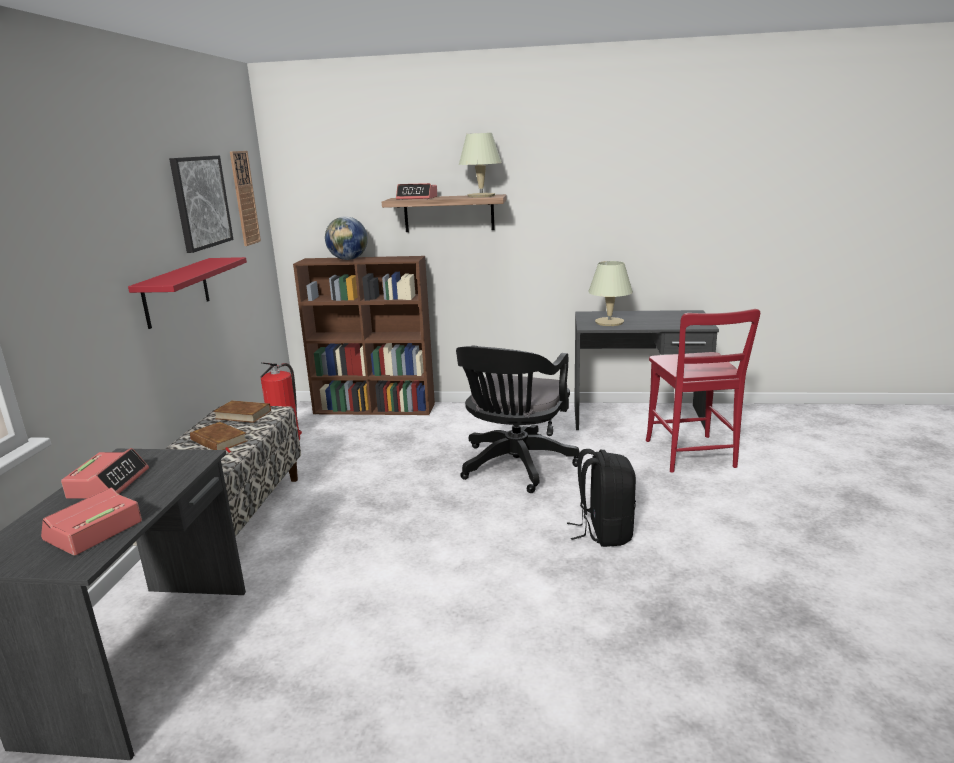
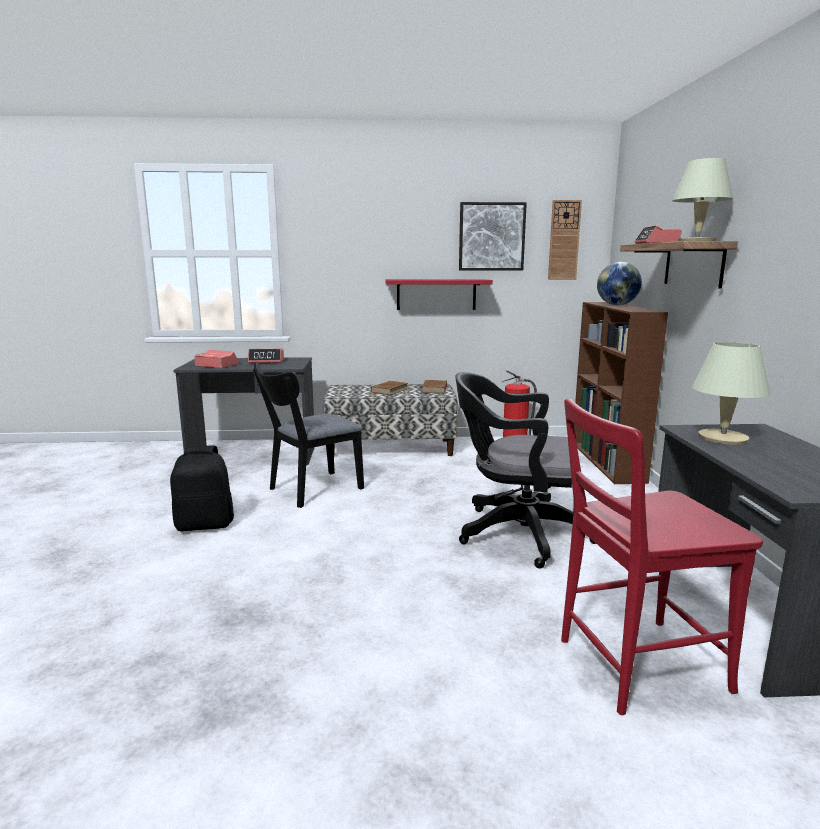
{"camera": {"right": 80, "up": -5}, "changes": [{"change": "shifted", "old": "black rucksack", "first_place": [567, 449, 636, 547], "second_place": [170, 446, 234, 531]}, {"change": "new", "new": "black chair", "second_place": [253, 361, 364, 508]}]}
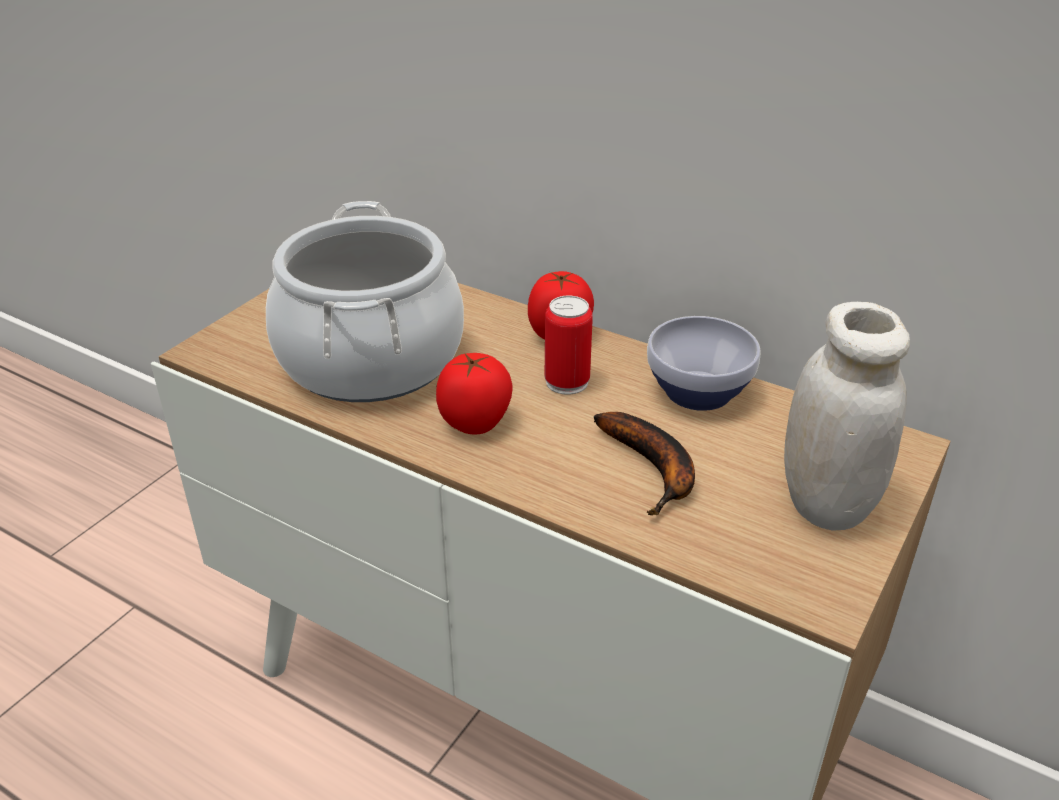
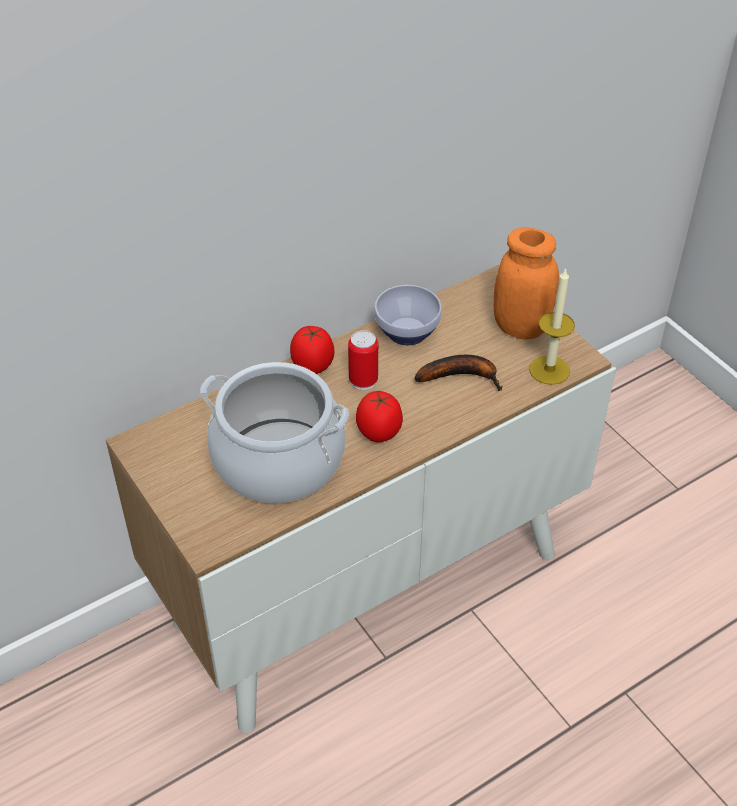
{"camera": {"right": -65, "up": 10}, "changes": [{"change": "repainted", "old": "white-coloured storage jar", "new": "orange-coloured storage jar", "first_place": [784, 302, 910, 531], "second_place": [493, 227, 559, 339]}, {"change": "new", "new": "wax light", "second_place": [529, 268, 575, 385]}]}
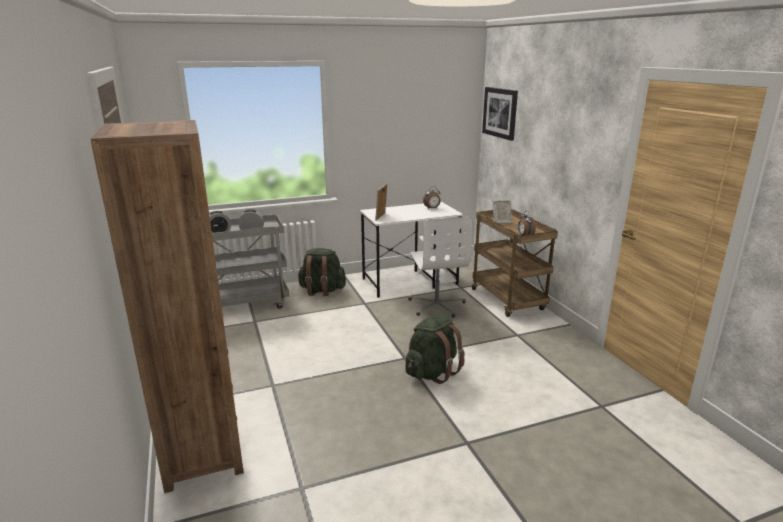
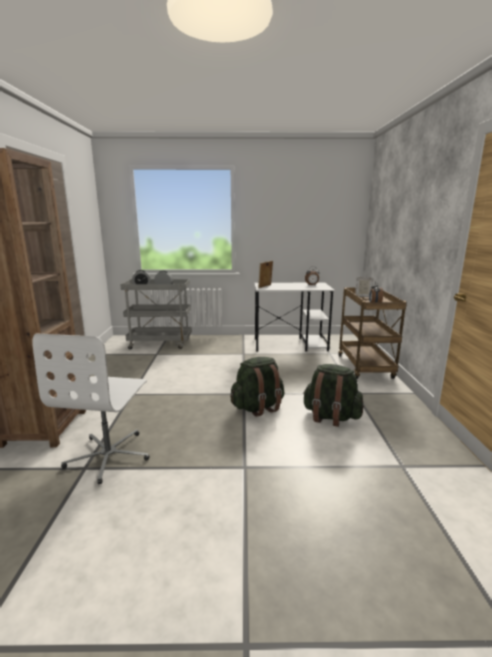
{"camera": {"right": 20, "up": -5}, "changes": [{"change": "shifted", "old": "white-coloured desk chair", "first_place": [408, 217, 472, 318], "second_place": [32, 333, 149, 484]}, {"change": "shifted", "old": "green rucksack", "first_place": [297, 248, 346, 296], "second_place": [303, 364, 364, 427]}, {"change": "gone", "old": "picture", "first_place": [482, 87, 518, 141]}]}
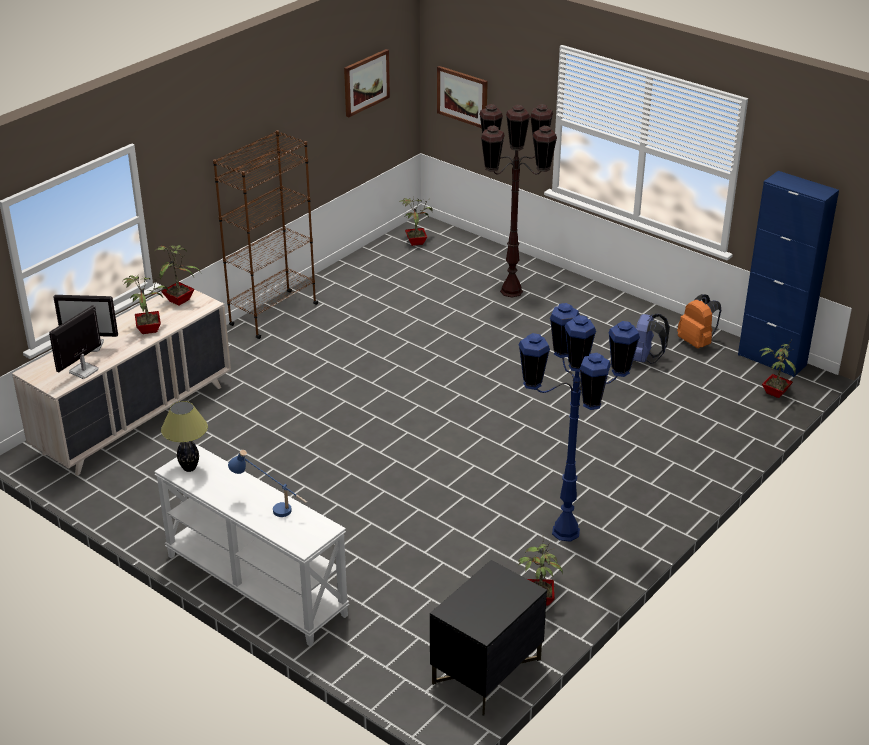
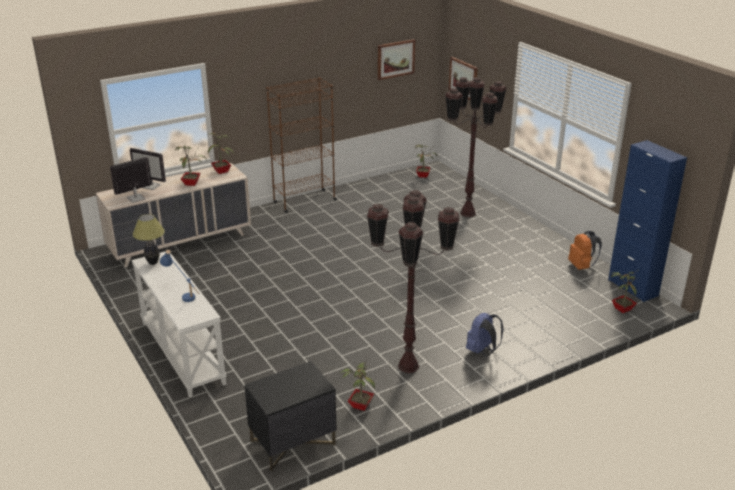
{"camera": {"right": 20, "up": -5}, "changes": [{"change": "repainted", "old": "bluish standing lamp", "new": "brownish standing lamp", "first_place": [519, 303, 640, 542], "second_place": [367, 190, 459, 373]}, {"change": "shifted", "old": "bluish rucksack", "first_place": [633, 314, 670, 364], "second_place": [466, 313, 504, 356]}]}
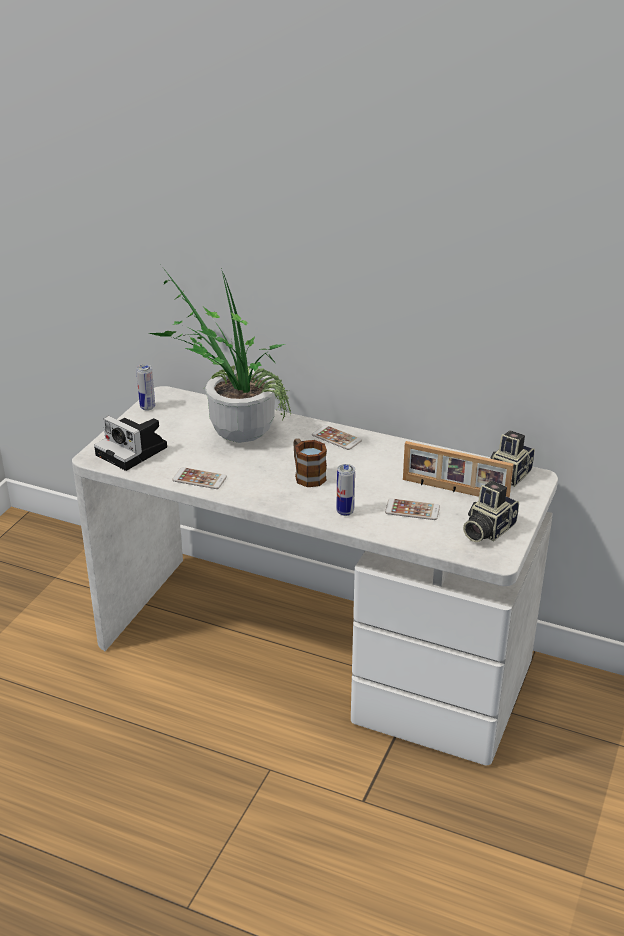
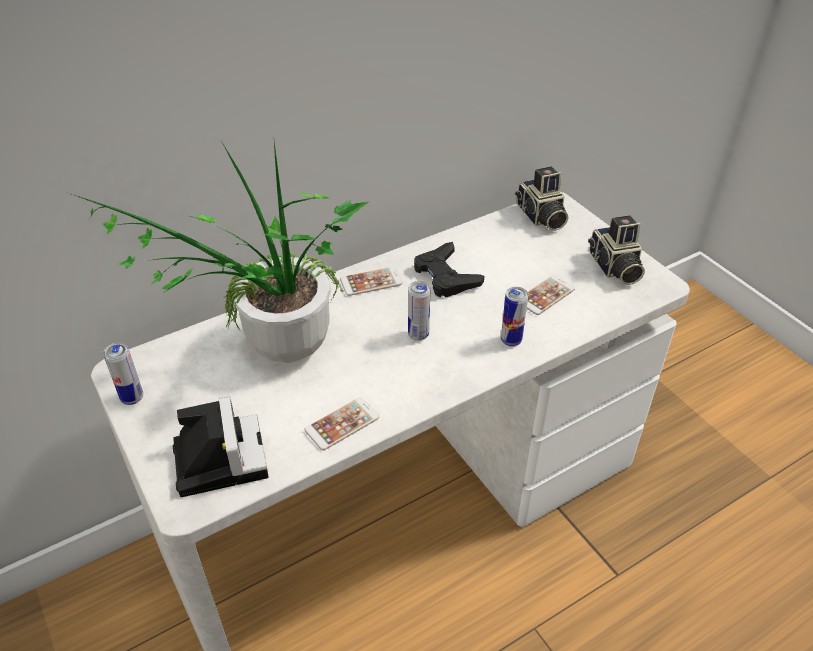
{"camera": {"right": -55, "up": 10}, "changes": [{"change": "rotated", "old": "photo camera", "first_place": [94, 416, 167, 471], "second_place": [173, 397, 269, 497], "degrees": -90}, {"change": "swapped", "old": "coffee mug", "new": "metal can", "first_place": [293, 438, 327, 487], "second_place": [408, 281, 430, 341]}, {"change": "new", "new": "black gamepad", "second_place": [414, 242, 484, 297]}, {"change": "gone", "old": "picture frame", "first_place": [403, 441, 514, 498]}]}
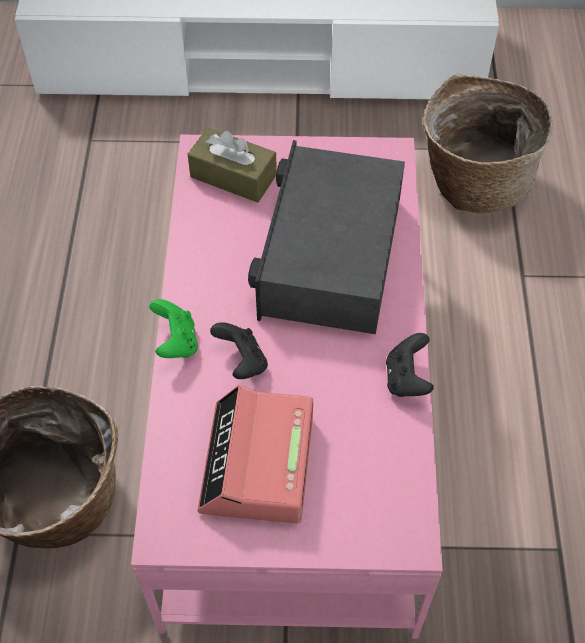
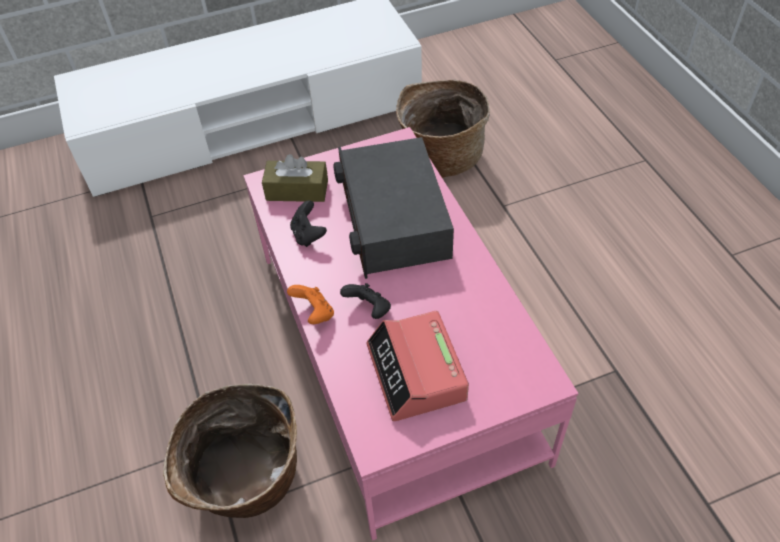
{"camera": {"right": -20, "up": -5}, "changes": [{"change": "repainted", "old": "green gamepad", "new": "orange-coloured gamepad", "first_place": [149, 299, 198, 358], "second_place": [287, 285, 334, 324]}, {"change": "shifted", "old": "black gamepad", "first_place": [386, 333, 434, 397], "second_place": [290, 200, 327, 247]}]}
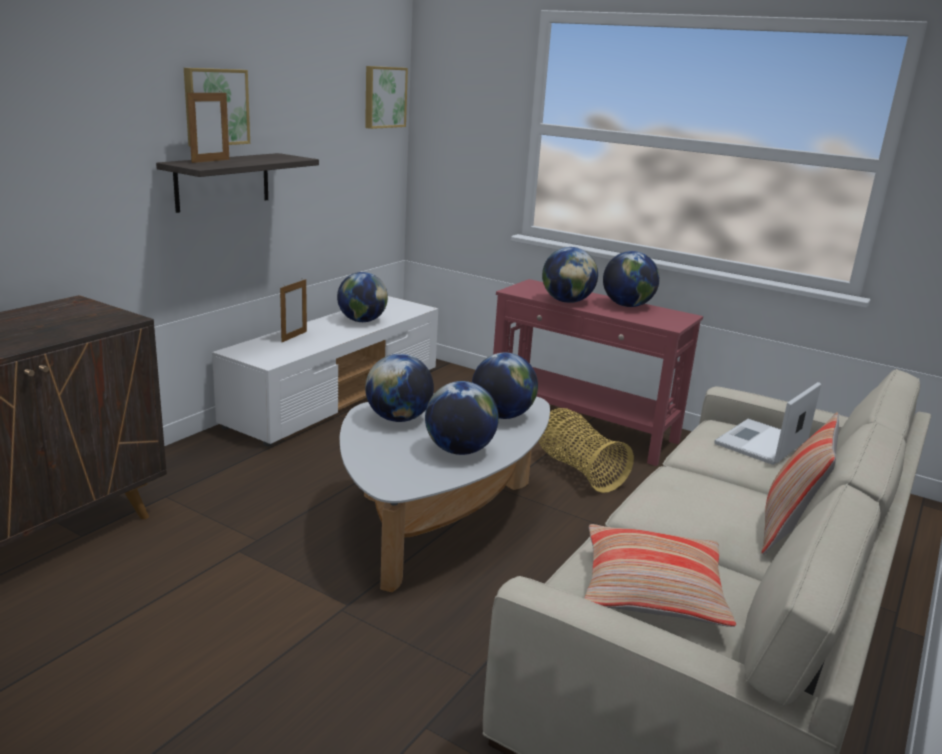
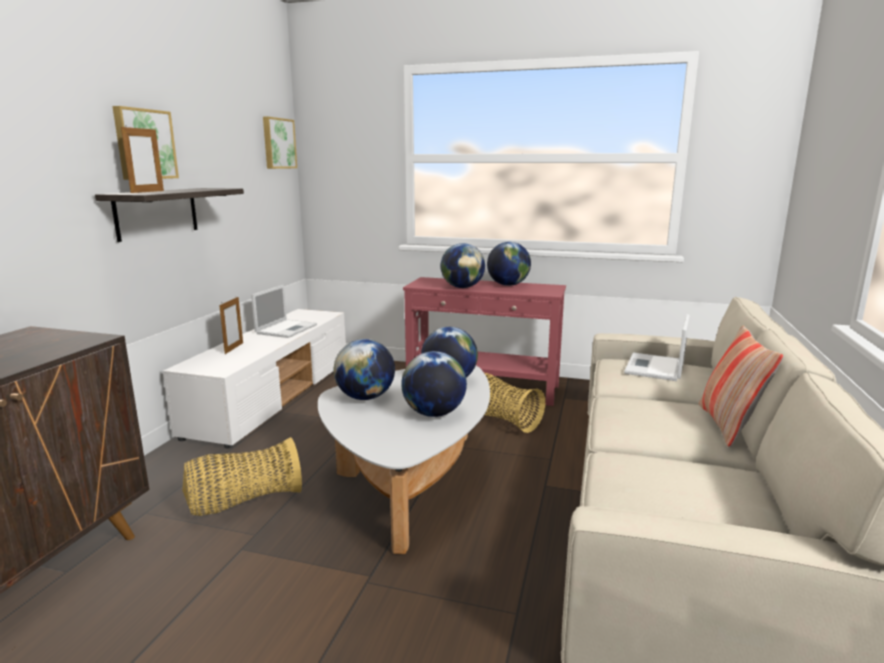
{"camera": {"right": -15, "up": -5}, "changes": [{"change": "new", "new": "storage basket", "second_place": [182, 437, 302, 516]}, {"change": "swapped", "old": "desk globe", "new": "notebook computer", "first_place": [337, 272, 388, 322], "second_place": [251, 285, 317, 338]}, {"change": "gone", "old": "throw pillow", "first_place": [584, 524, 736, 627]}]}
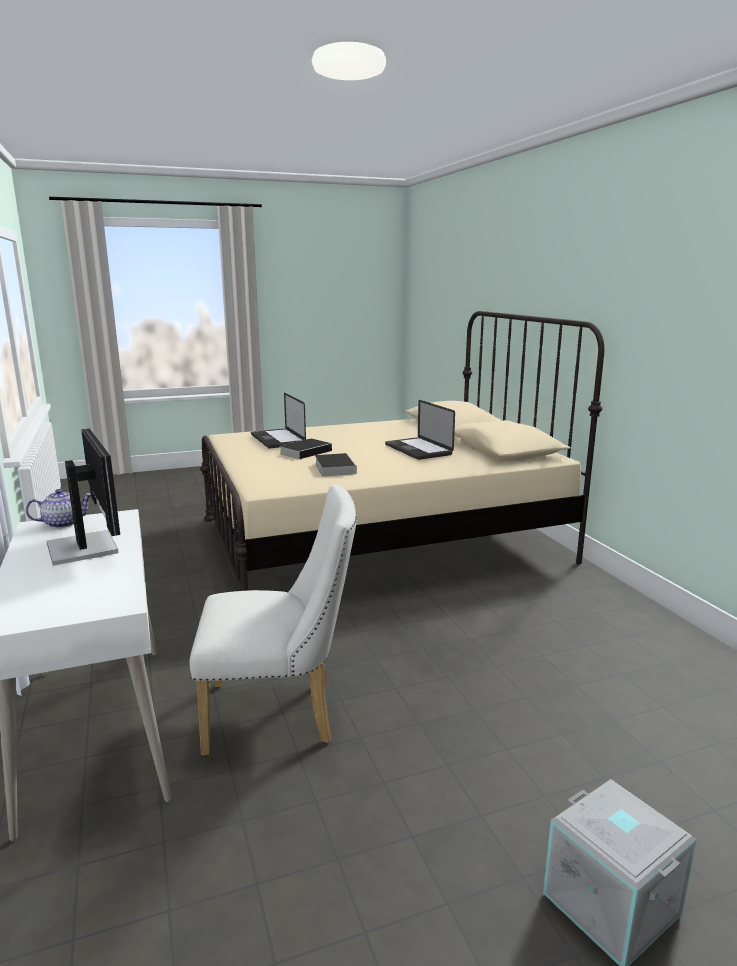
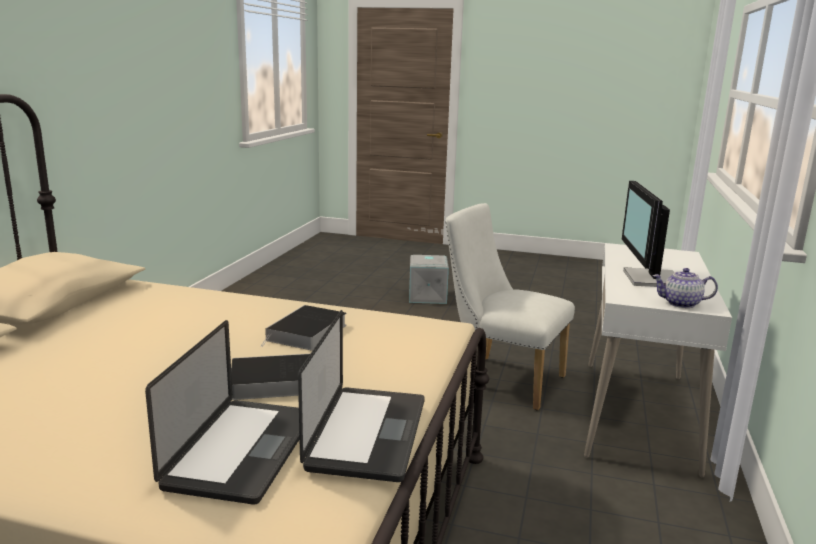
{"camera": {"right": -145, "up": 0}, "changes": [{"change": "shifted", "old": "notebook computer", "first_place": [385, 400, 455, 460], "second_place": [298, 310, 425, 482]}]}
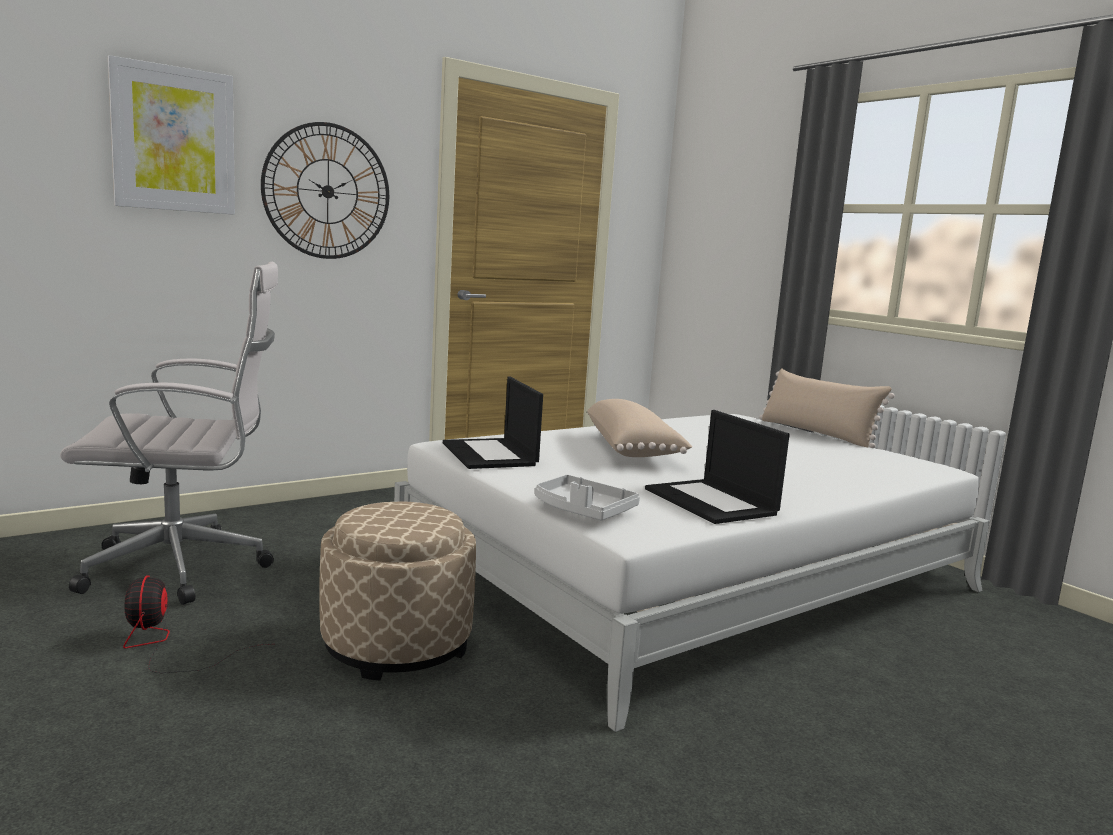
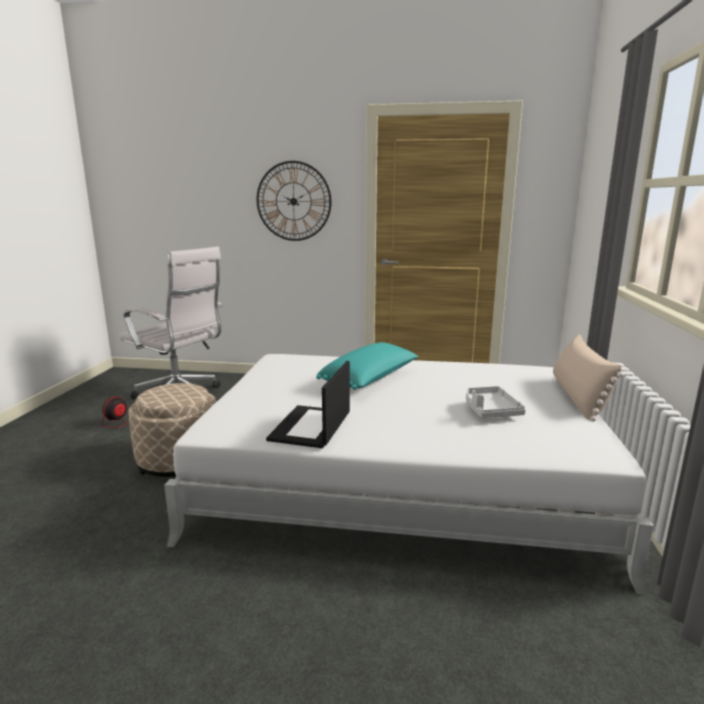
{"camera": {"right": 45, "up": 5}, "changes": [{"change": "repainted", "old": "beige throw pillow", "new": "blue-green throw pillow", "first_place": [587, 399, 692, 457], "second_place": [316, 342, 418, 390]}, {"change": "shifted", "old": "grey serving tray", "first_place": [535, 475, 640, 520], "second_place": [466, 386, 526, 418]}, {"change": "gone", "old": "picture", "first_place": [108, 55, 235, 215]}, {"change": "gone", "old": "notebook computer", "first_place": [443, 377, 543, 469]}]}
